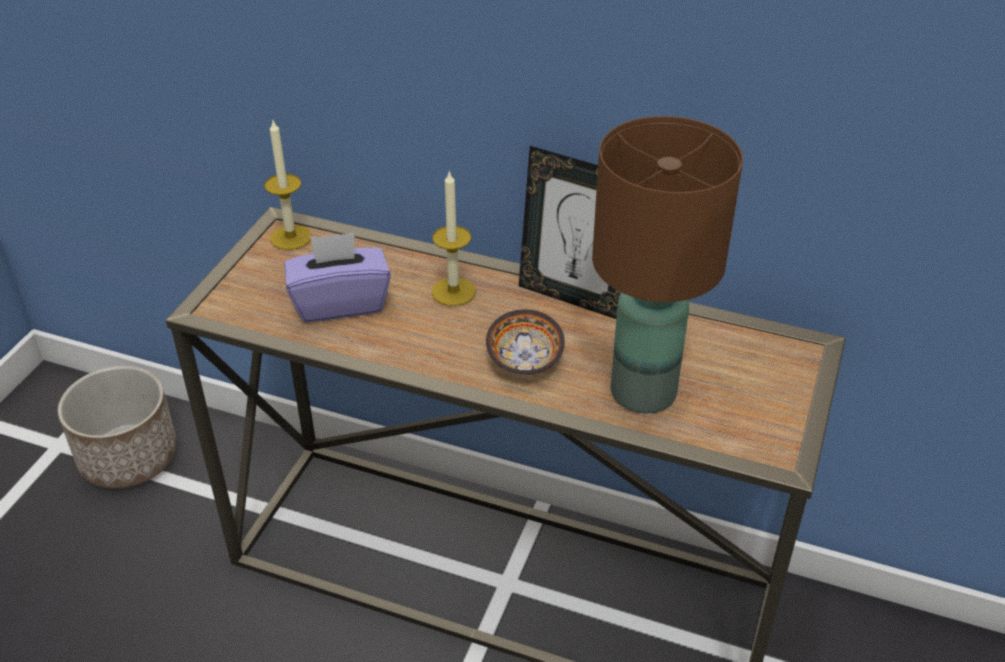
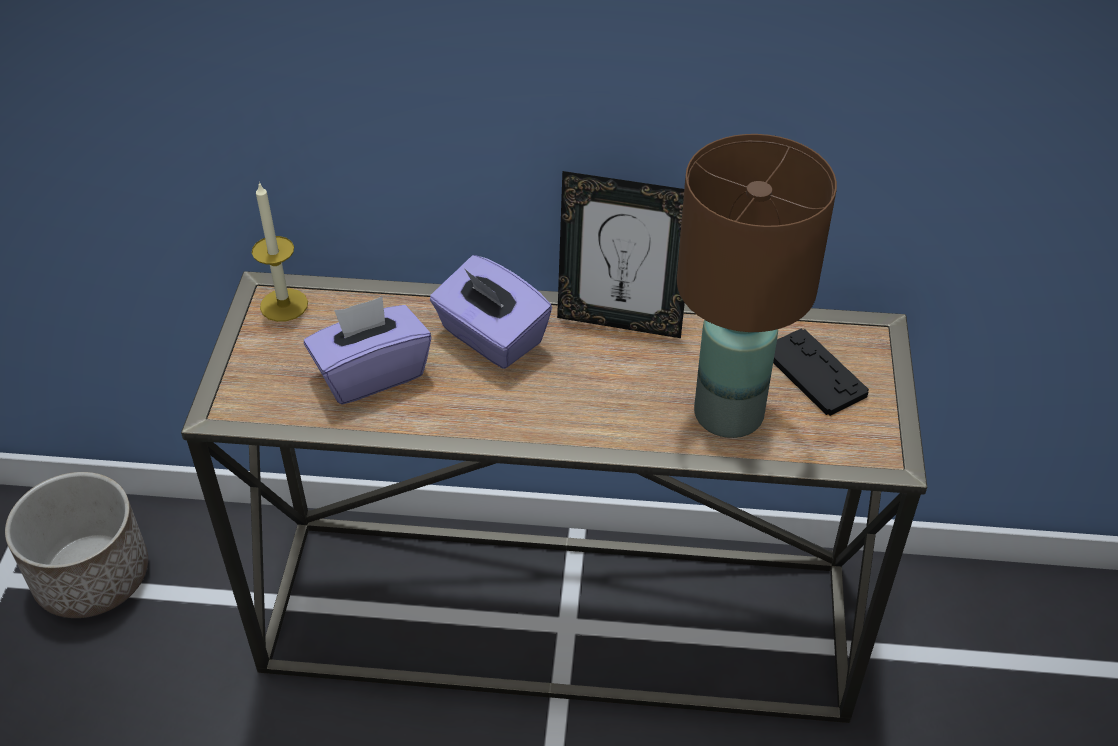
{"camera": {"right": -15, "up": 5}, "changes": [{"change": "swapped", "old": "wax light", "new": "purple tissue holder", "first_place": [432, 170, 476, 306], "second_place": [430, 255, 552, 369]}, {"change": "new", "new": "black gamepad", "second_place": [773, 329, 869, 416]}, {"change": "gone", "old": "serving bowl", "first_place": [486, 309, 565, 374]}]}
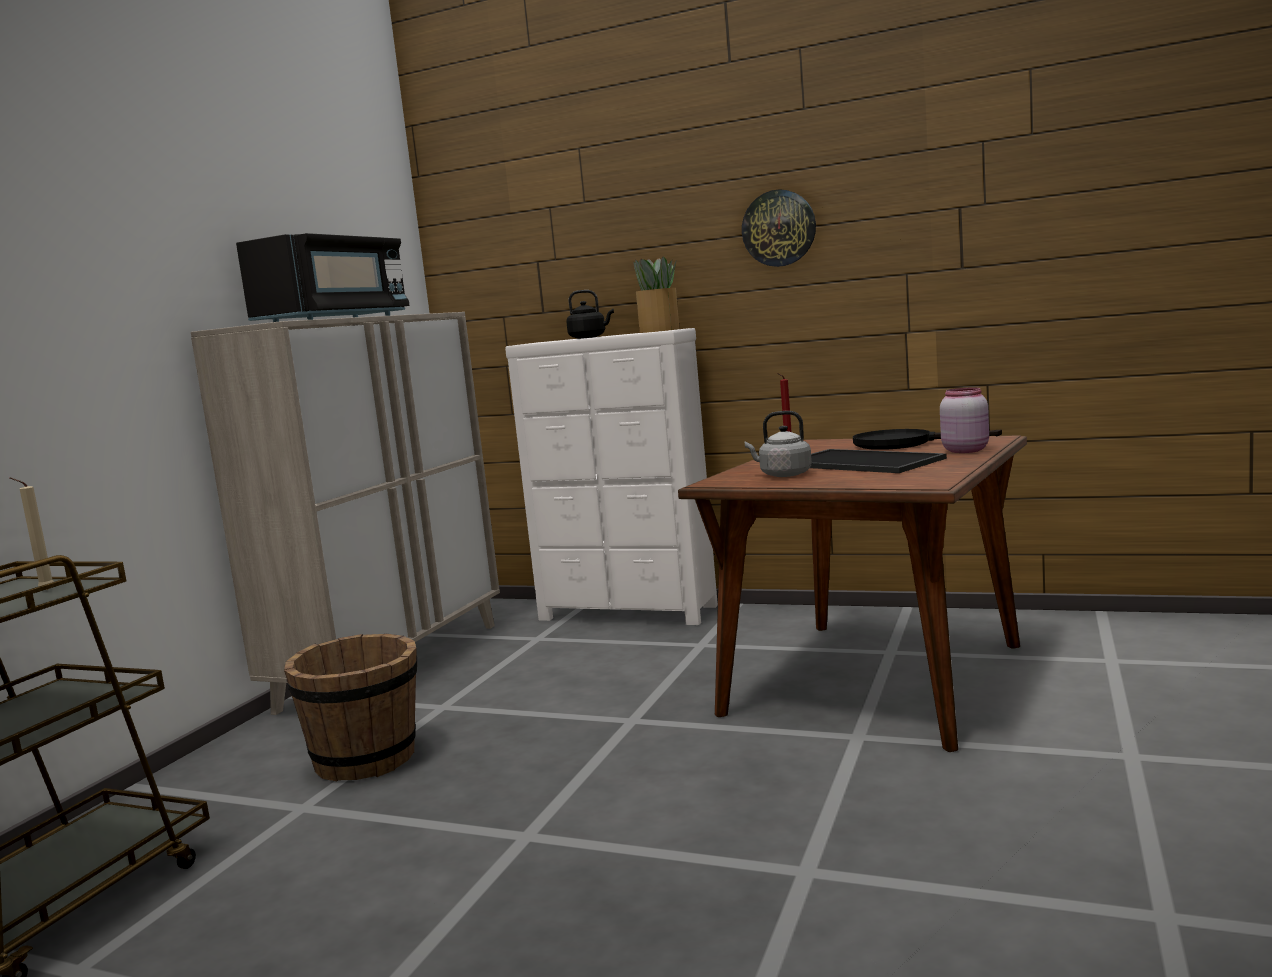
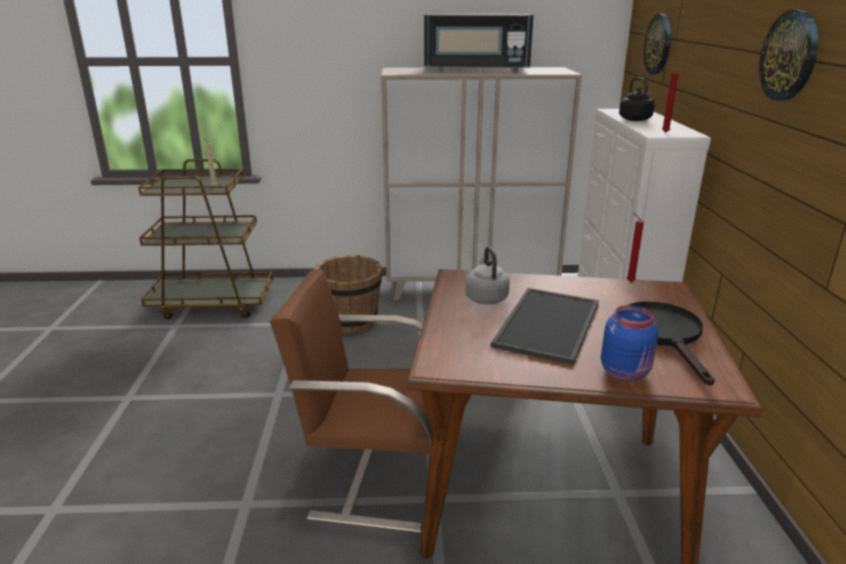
{"camera": {"right": 65, "up": 15}, "changes": [{"change": "new", "new": "brownish chair", "second_place": [270, 269, 433, 533]}, {"change": "repainted", "old": "pink-coloured storage jar", "new": "bluish storage jar", "first_place": [940, 387, 989, 453], "second_place": [601, 305, 658, 381]}, {"change": "new", "new": "clock on the wall", "second_place": [644, 14, 671, 75]}, {"change": "swapped", "old": "plant in a pot", "new": "red wax light", "first_place": [633, 256, 679, 333], "second_place": [662, 66, 678, 133]}]}
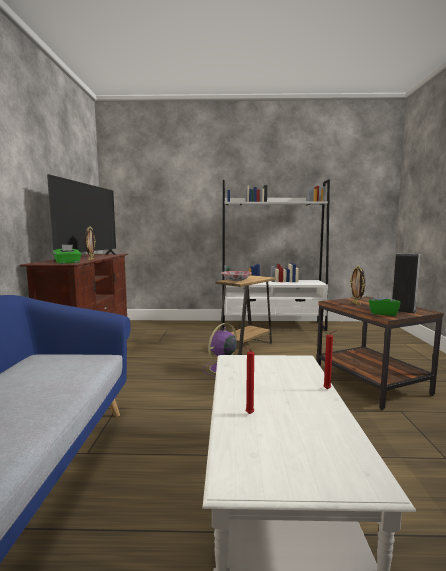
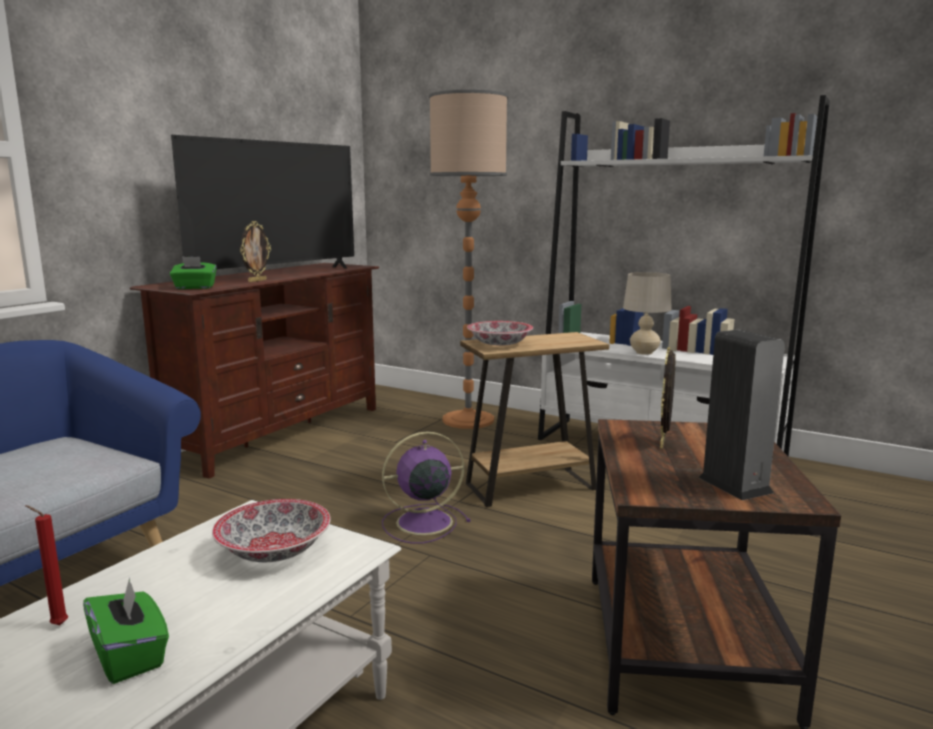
{"camera": {"right": 30, "up": 5}, "changes": [{"change": "shifted", "old": "green tissue holder", "first_place": [369, 291, 401, 316], "second_place": [83, 577, 169, 684]}, {"change": "new", "new": "serving bowl", "second_place": [212, 499, 331, 562]}, {"change": "new", "new": "standing lamp", "second_place": [429, 90, 508, 429]}, {"change": "new", "new": "beige lamp for a table", "second_place": [623, 272, 672, 355]}, {"change": "gone", "old": "red wax light", "first_place": [323, 331, 335, 389]}]}
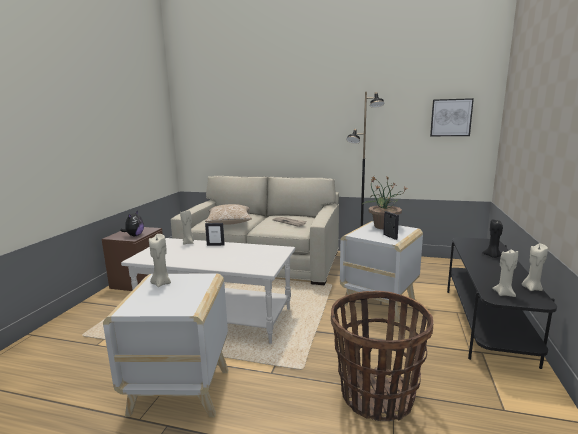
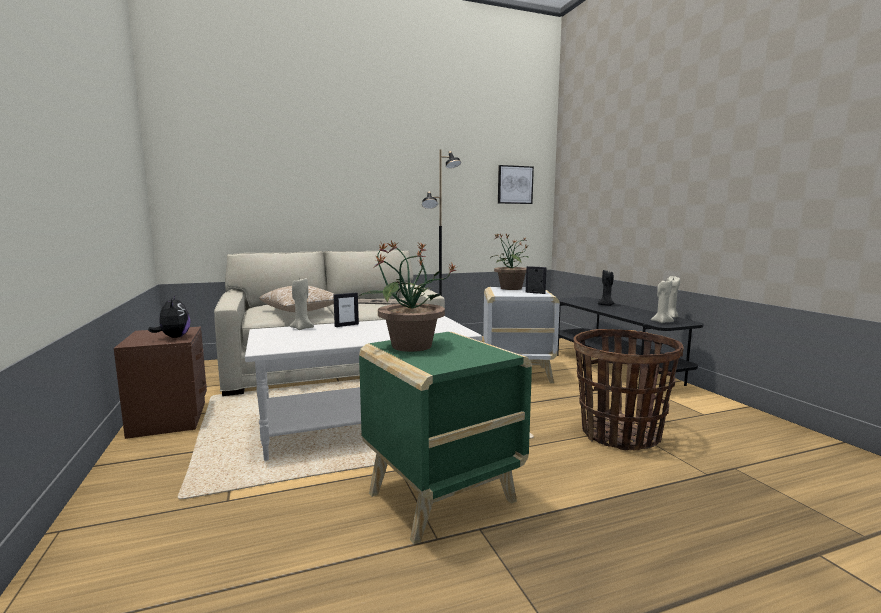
{"camera": {"right": -35, "up": -5}, "changes": [{"change": "repainted", "old": "white-coloured accent table", "new": "green accent table", "first_place": [103, 273, 228, 417], "second_place": [359, 332, 532, 544]}, {"change": "swapped", "old": "beige wax light", "new": "plant in a pot", "first_place": [149, 234, 171, 287], "second_place": [361, 241, 456, 352]}]}
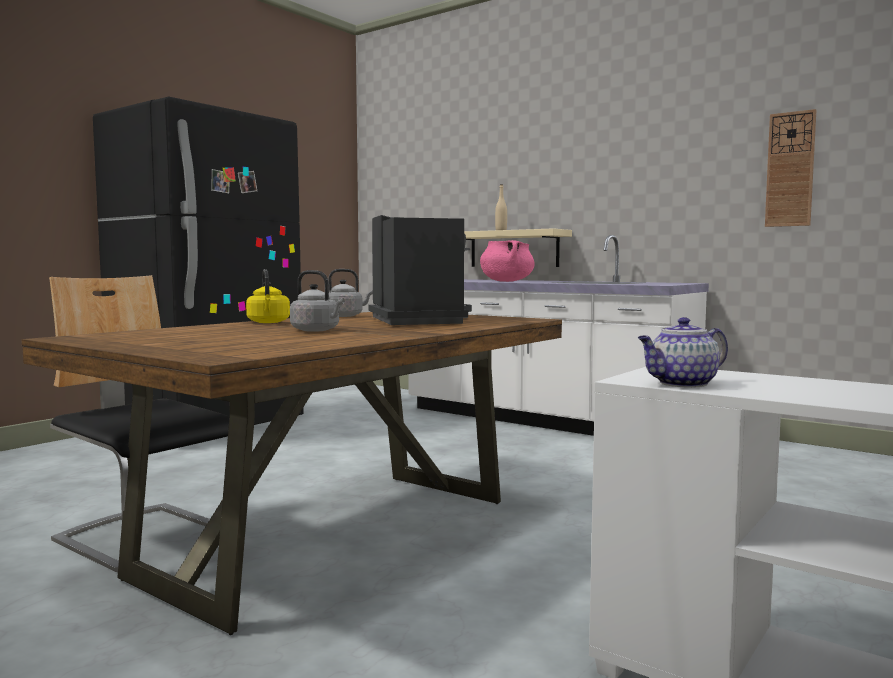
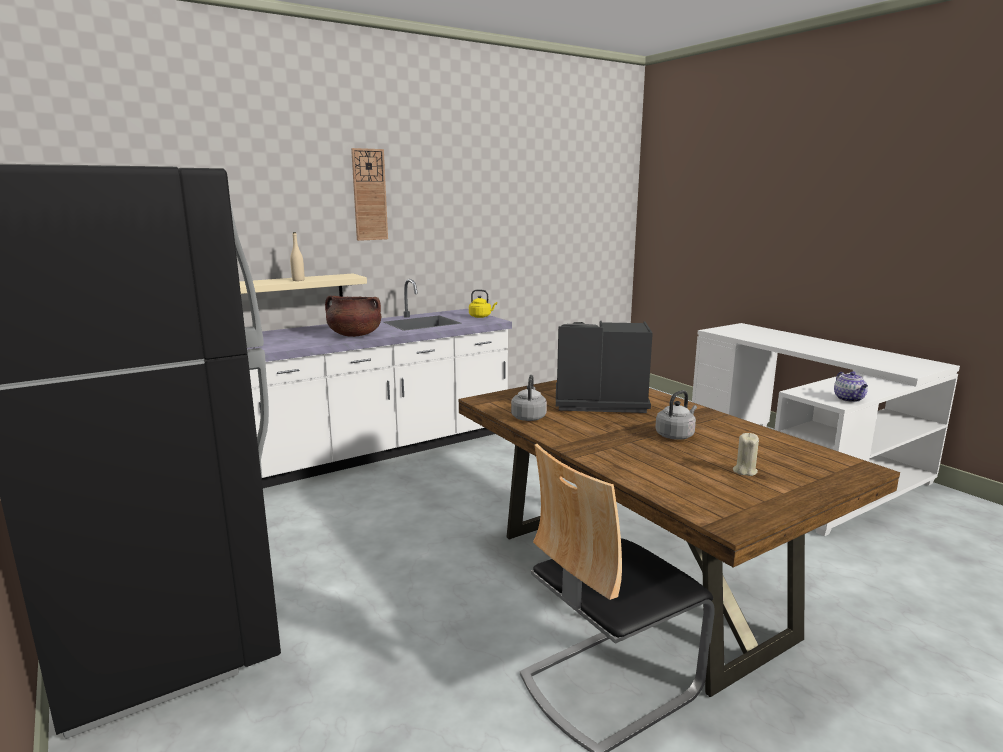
{"camera": {"right": -70, "up": 10}, "changes": [{"change": "repainted", "old": "pink-coloured stockpot", "new": "brownish stockpot", "first_place": [480, 240, 535, 282], "second_place": [325, 296, 381, 337]}, {"change": "shifted", "old": "clock on the wall", "first_place": [765, 109, 816, 227], "second_place": [351, 148, 388, 241]}, {"change": "shifted", "old": "yellowish water kettle", "first_place": [246, 269, 290, 323], "second_place": [469, 289, 497, 318]}, {"change": "new", "new": "beige wax light", "second_place": [733, 433, 759, 476]}]}
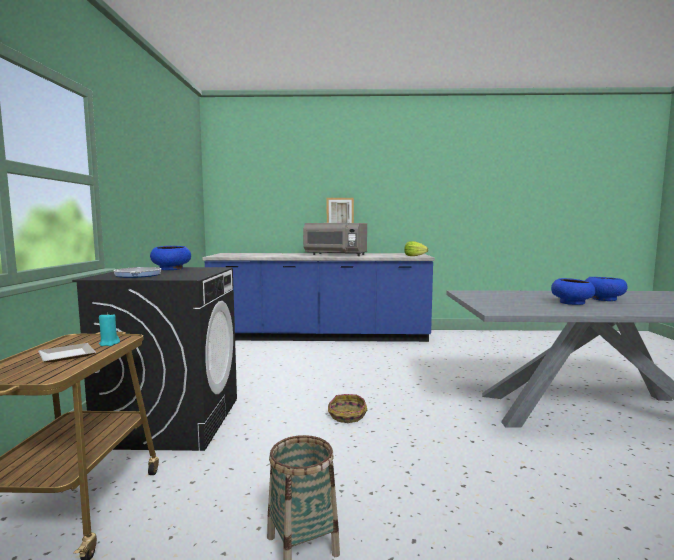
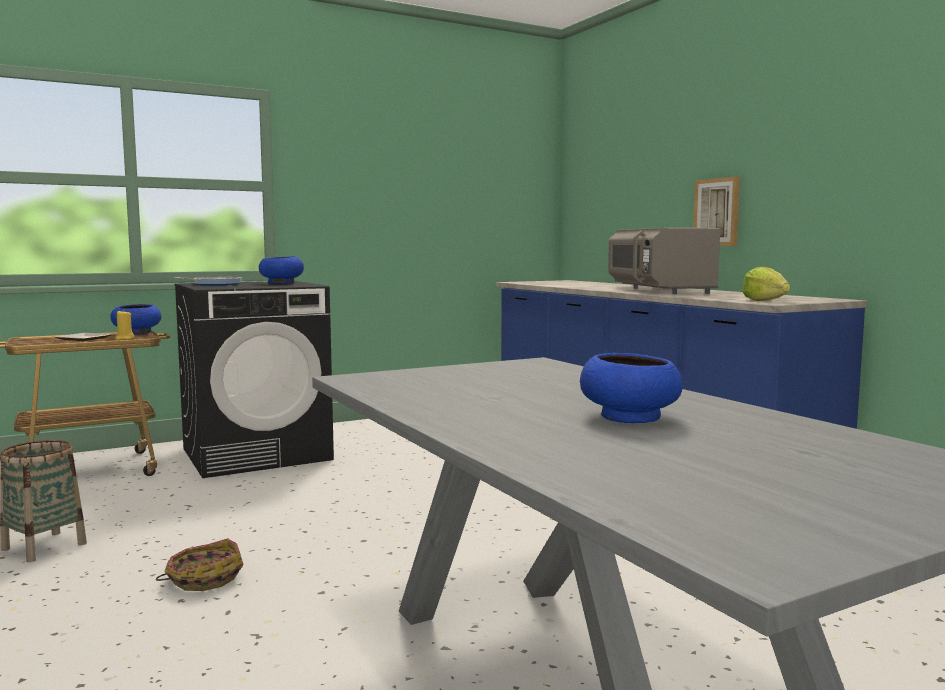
{"camera": {"right": 60, "up": 0}, "changes": [{"change": "shifted", "old": "bluish serving bowl", "first_place": [551, 278, 595, 305], "second_place": [110, 304, 161, 334]}, {"change": "repainted", "old": "blue-green wax light", "new": "yellowish wax light", "first_place": [99, 312, 120, 346], "second_place": [115, 310, 135, 340]}, {"change": "shifted", "old": "storage basket", "first_place": [328, 394, 367, 423], "second_place": [156, 538, 244, 591]}]}
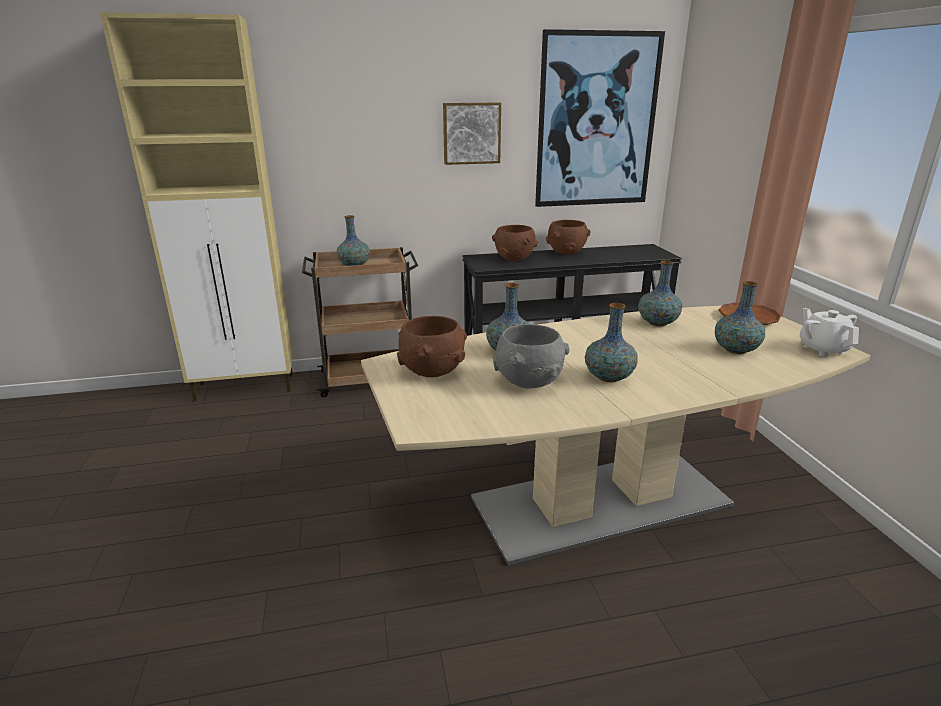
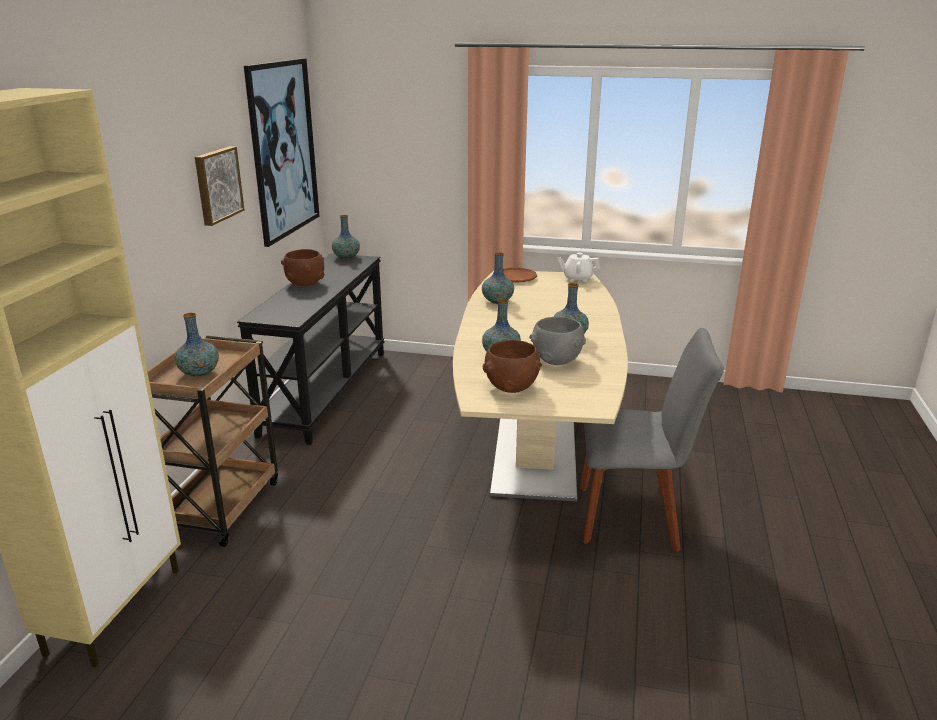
{"camera": {"right": -65, "up": 0}, "changes": [{"change": "shifted", "old": "decorative vase", "first_place": [715, 281, 765, 354], "second_place": [332, 215, 360, 259]}, {"change": "new", "new": "grey chair", "second_place": [580, 328, 724, 552]}, {"change": "gone", "old": "brownish serving bowl", "first_place": [492, 225, 537, 261]}]}
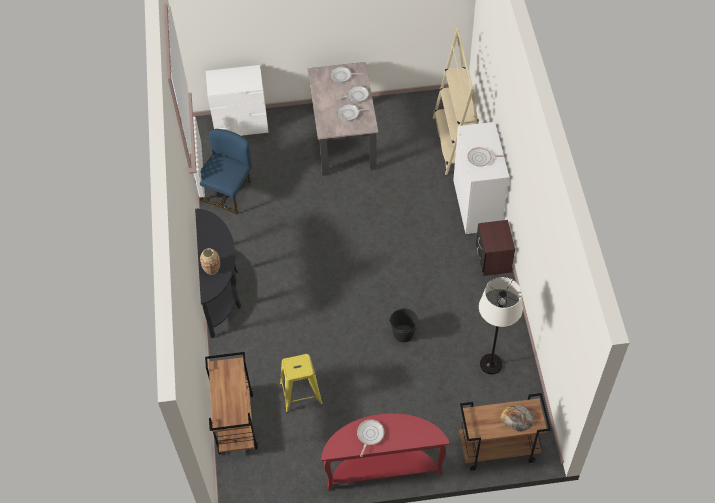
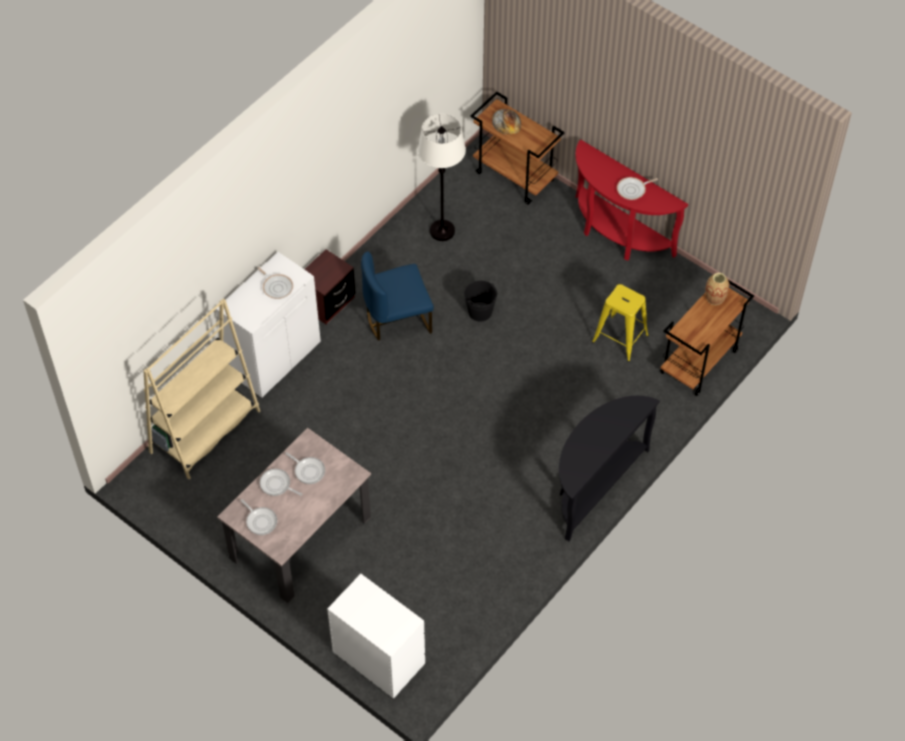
{"camera": {"right": -135, "up": 0}, "changes": [{"change": "shifted", "old": "bluish chair", "first_place": [195, 129, 252, 215], "second_place": [361, 251, 434, 341]}, {"change": "shifted", "old": "decorative vase", "first_place": [200, 248, 220, 275], "second_place": [705, 273, 729, 305]}]}
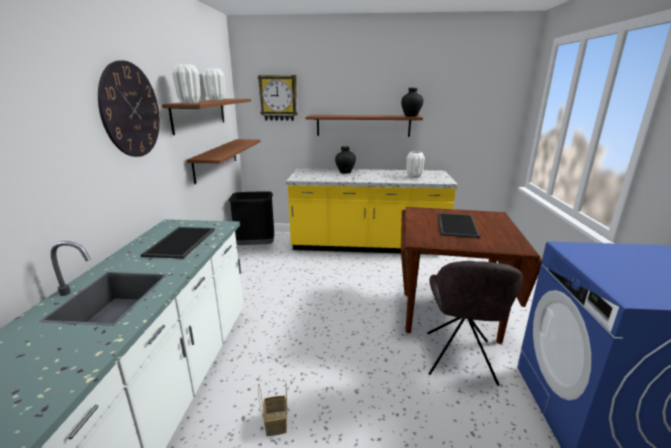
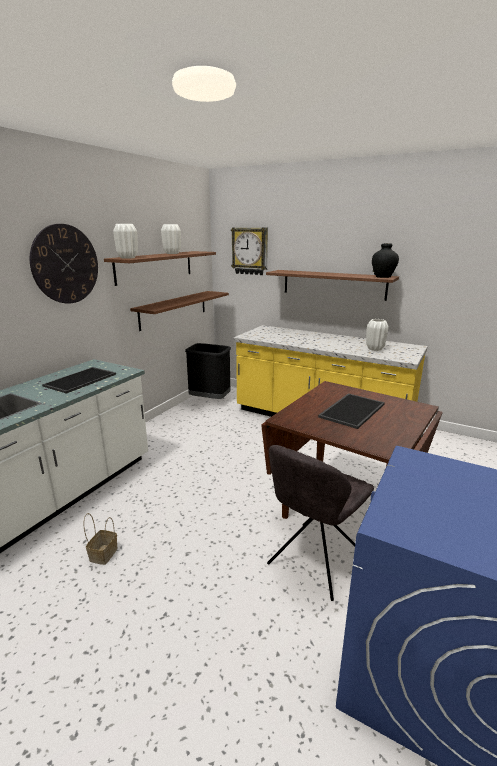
{"camera": {"right": 25, "up": 0}, "changes": [{"change": "gone", "old": "black decorative vase", "first_place": [335, 146, 356, 174]}]}
